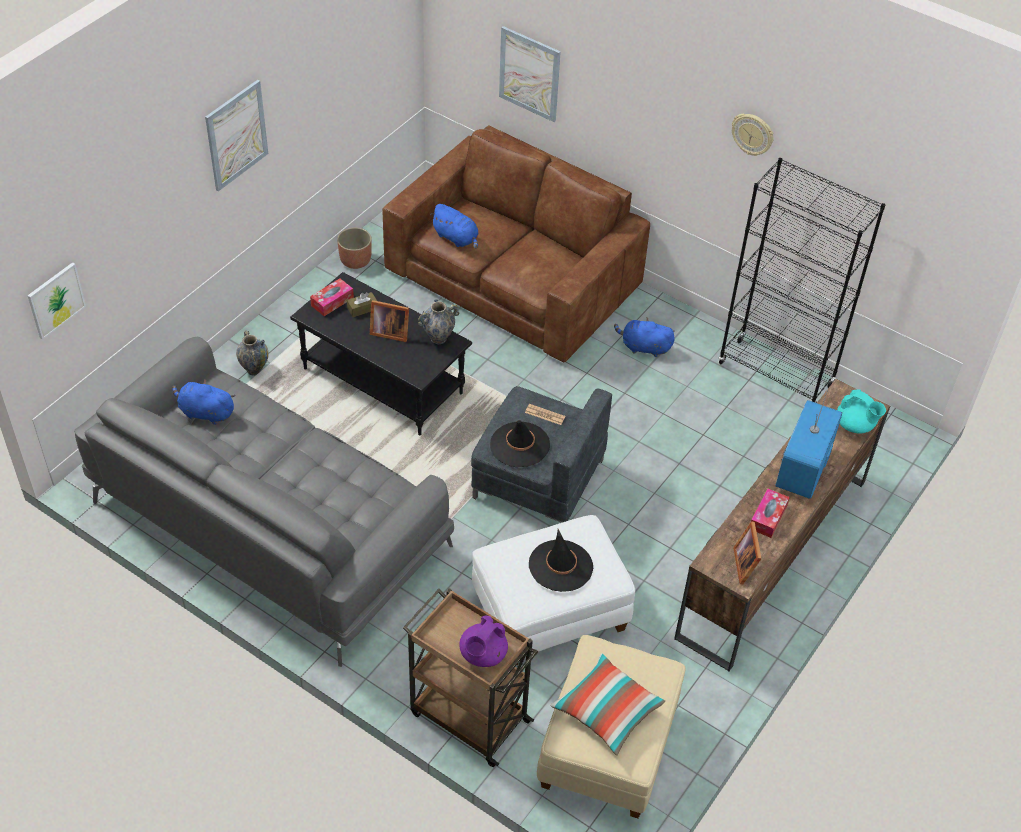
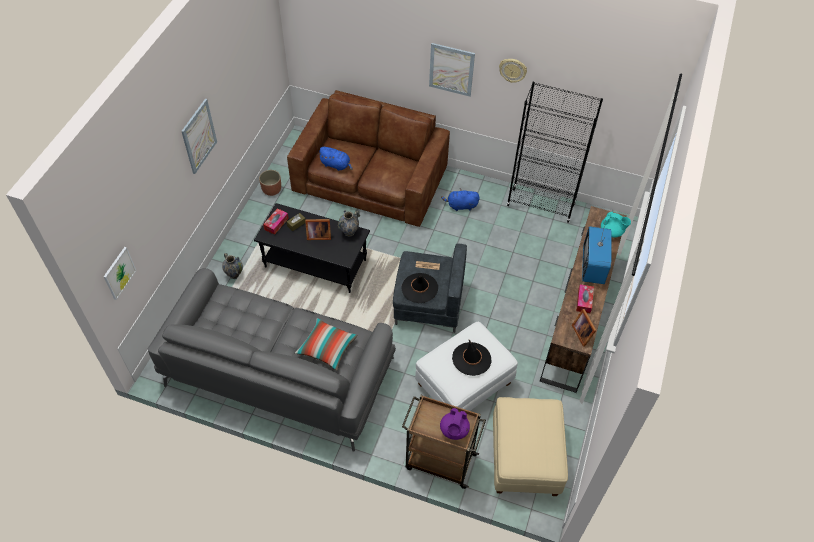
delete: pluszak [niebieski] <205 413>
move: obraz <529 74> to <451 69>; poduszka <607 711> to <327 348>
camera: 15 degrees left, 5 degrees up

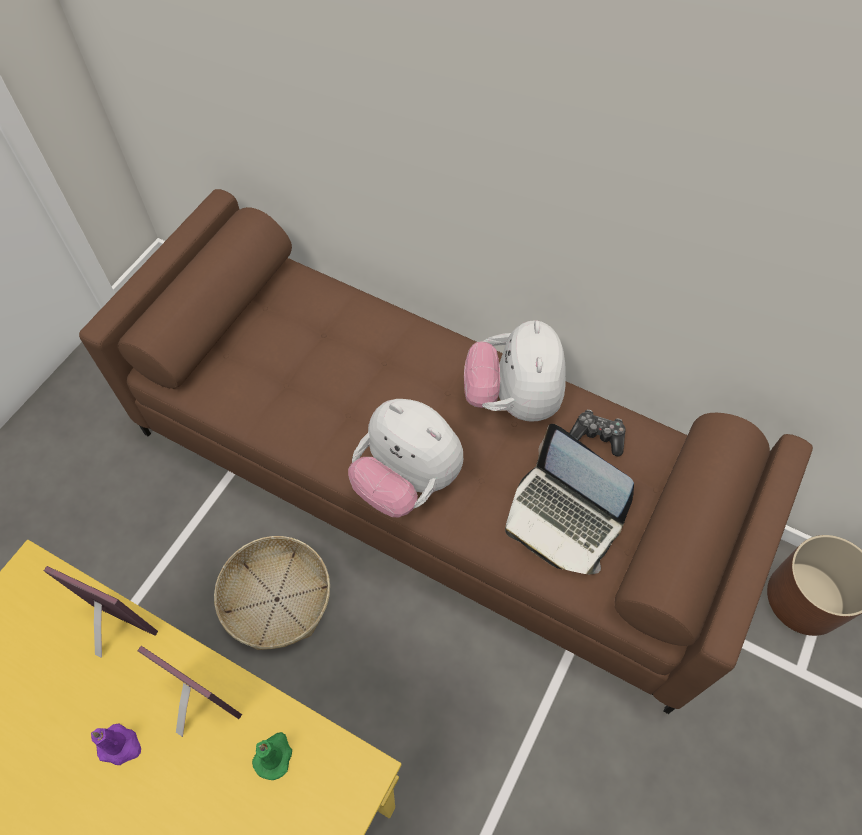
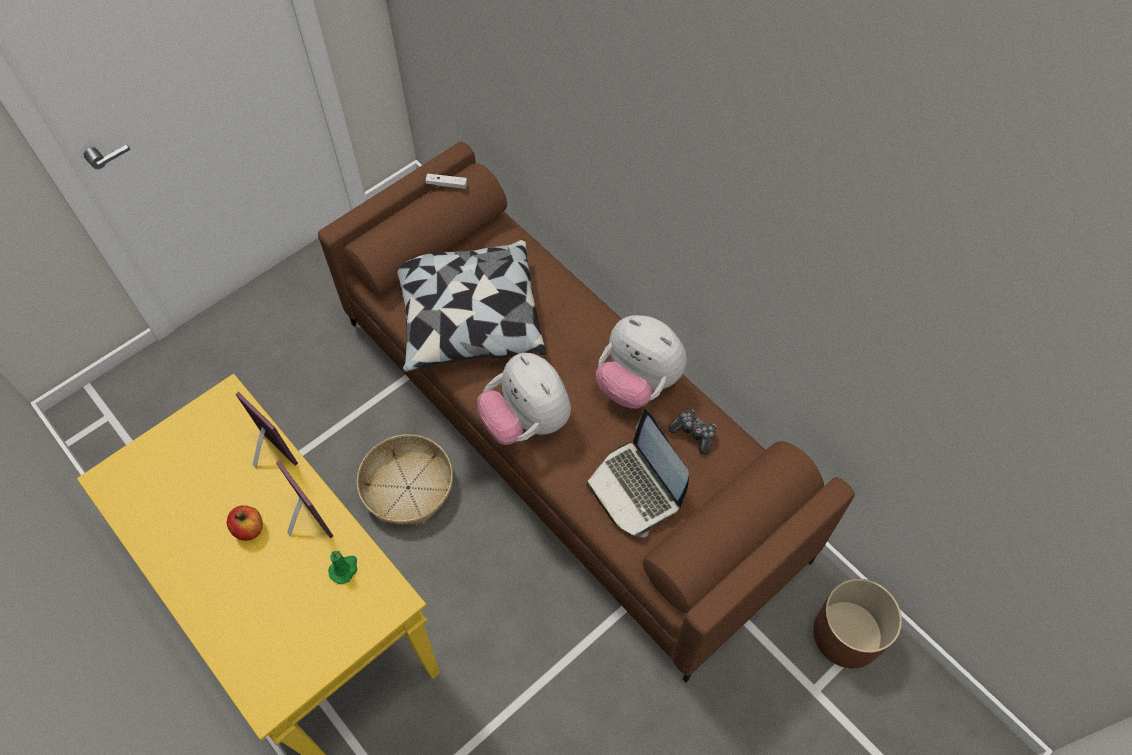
insert: poduszka <469 320>; pad do gier [biały] <446 184>
replace: świeca [fioletowy] <120 746> to jabłko <249 528>
rotate: pluszak <513 399> = <638 383> 75 degrees counterclockwise
camera: 20 degrees right, 0 degrees up

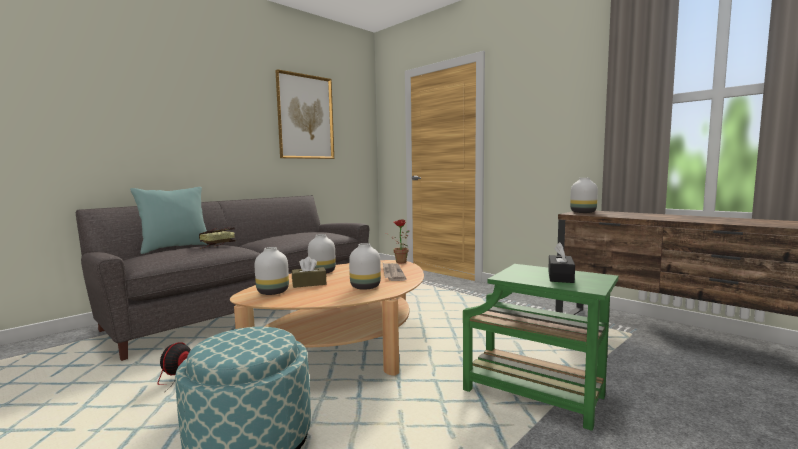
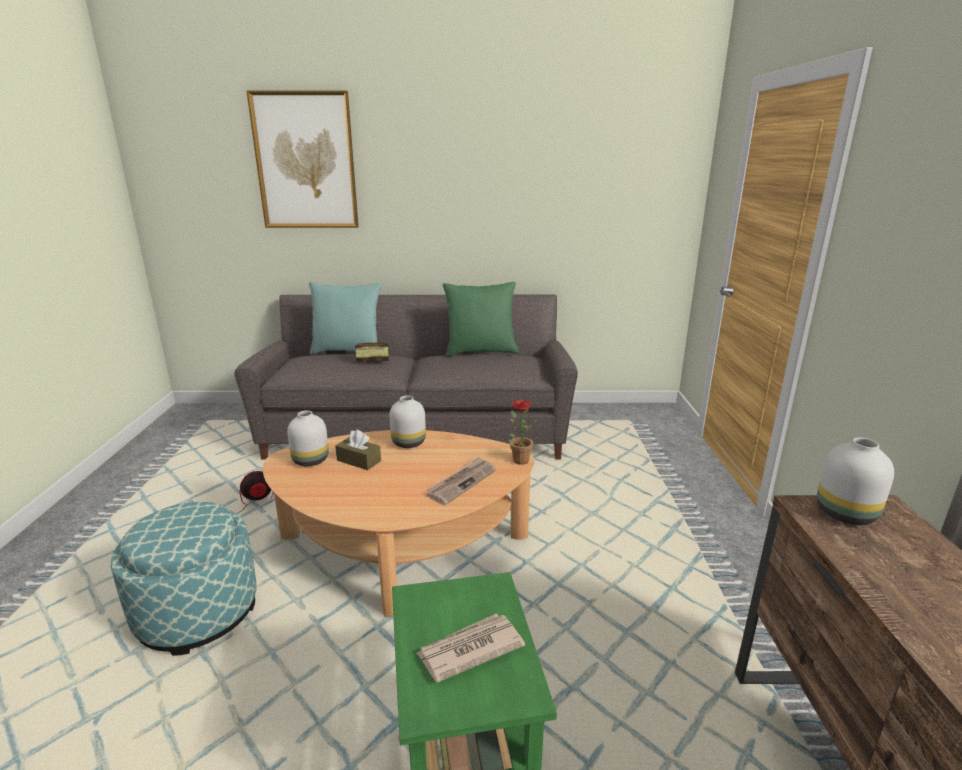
delete: wazon [biały] <365 287>
insert: poduszka [zielony] <481 352>
move: obraz <305 117> to <305 161>
replace: pudełko chusteczek [czarny] <560 277> to gazeta <469 649>
camera: 45 degrees right, 15 degrees up

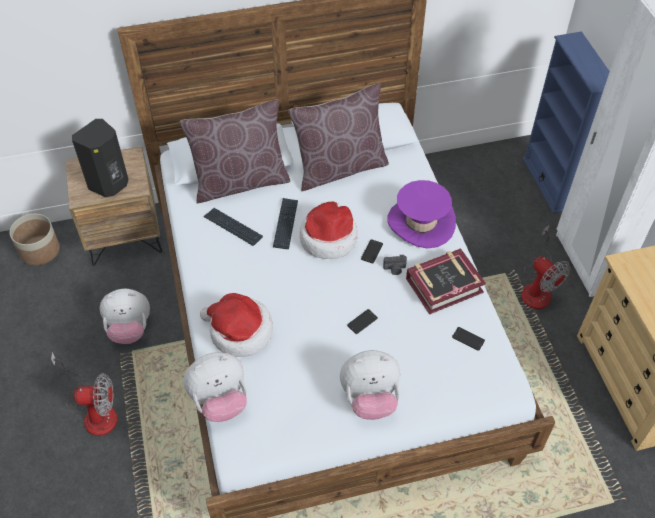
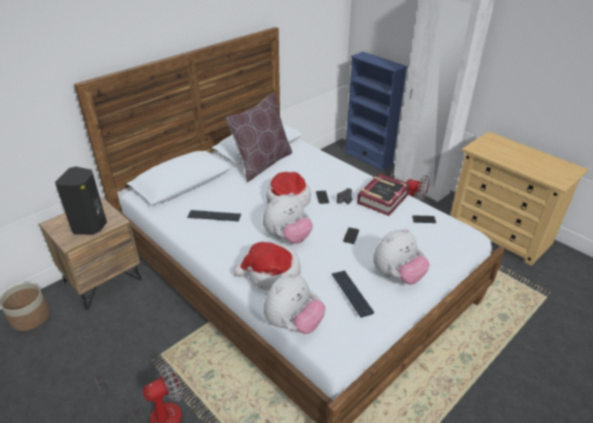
delete: poduszka [brązowy] <240 182>; kapelusz [fioletowy] <421 223>
move: pluszak <129 329> to <287 237>; klawiatura <285 224> to <351 293>
camera: 30 degrees left, 15 degrees down

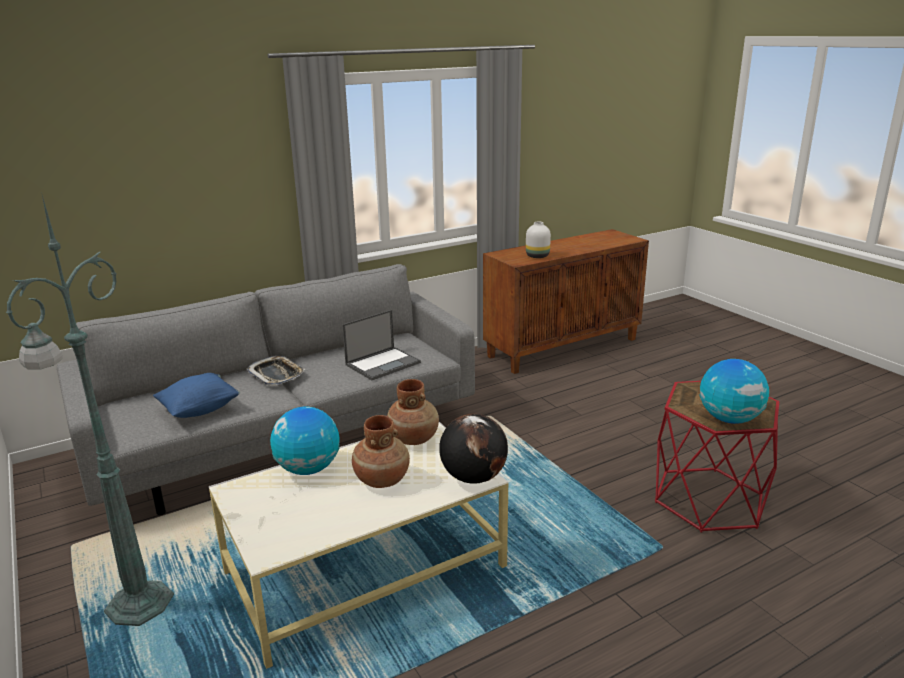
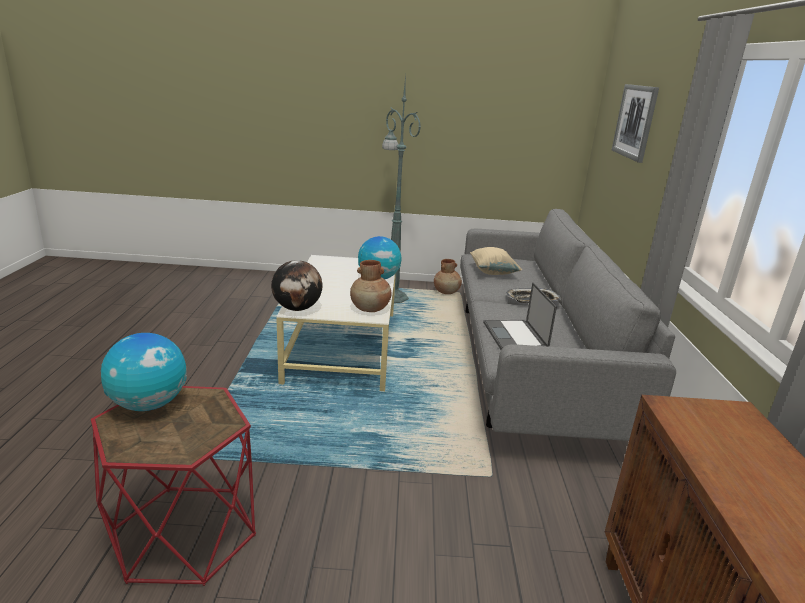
delete: wazon [biały] <538 256>
insert: obraz <635 121>
move: wazon [brązowy] <382 479> to <446 292>
recolor: poduszka [niebieski] <200 410> to poduszka [beżowy] <493 272>
camera: 120 degrees right, 0 degrees up

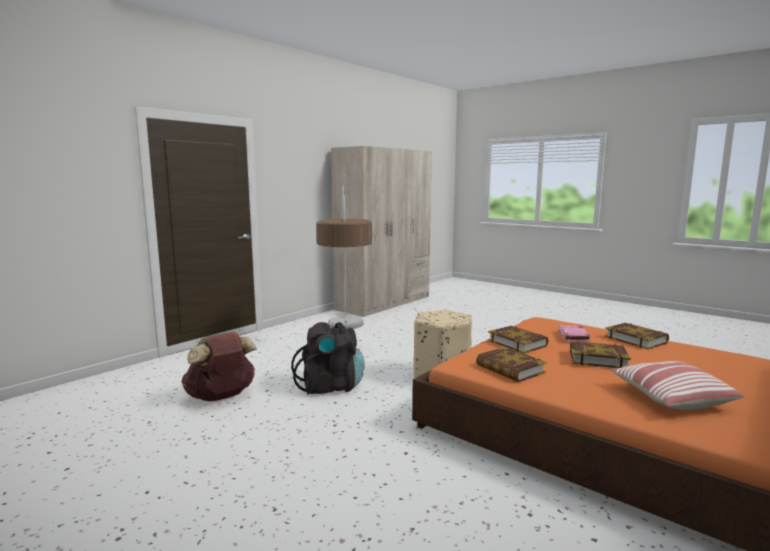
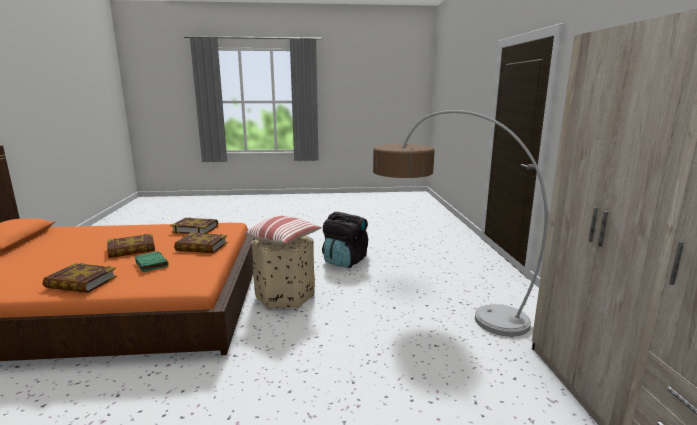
delete: plecak [brązowy] <221 397>
move: poduszka <670 398> to <284 240>
recolor: książka [różowy] <573 336> to książka [zielony] <151 264>
camera: 135 degrees right, 5 degrees up

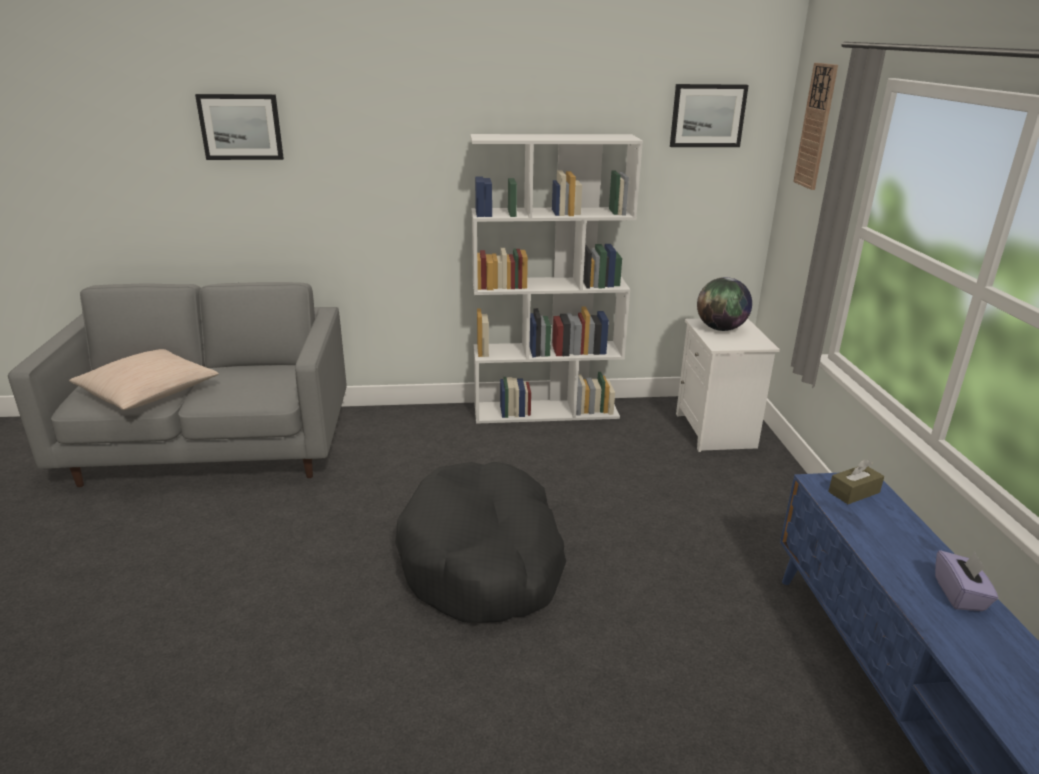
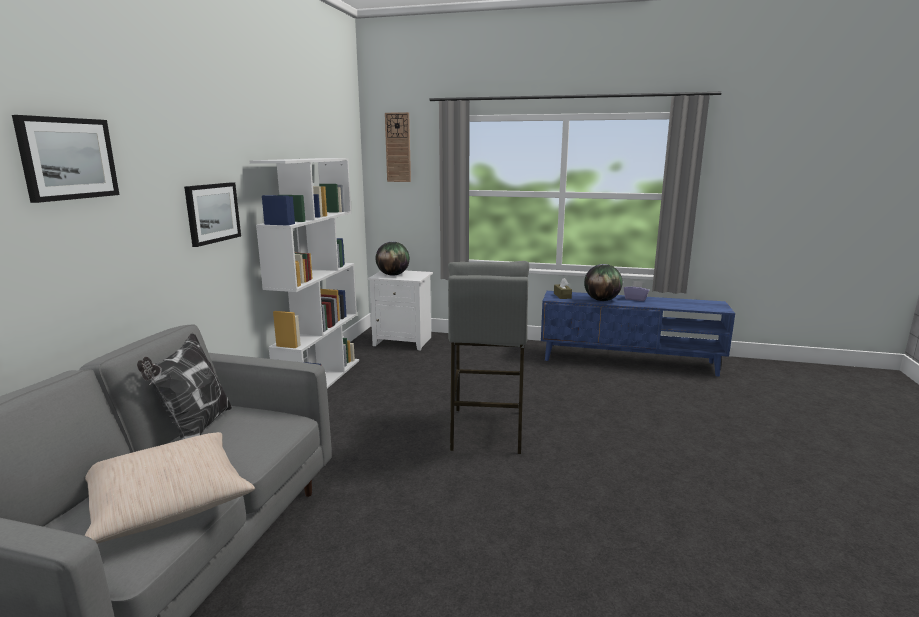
insert: poduszka <195 430>; globus <602 300>
move: obraz <707 115> to <212 213>
replace: legowisko [czarny] <483 560> to stołek [szary] <486 430>
camera: 70 degrees left, 10 degrees down

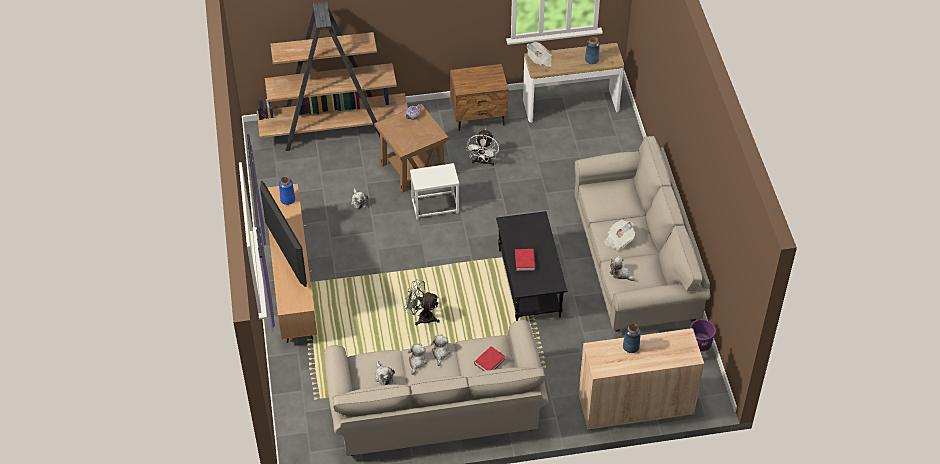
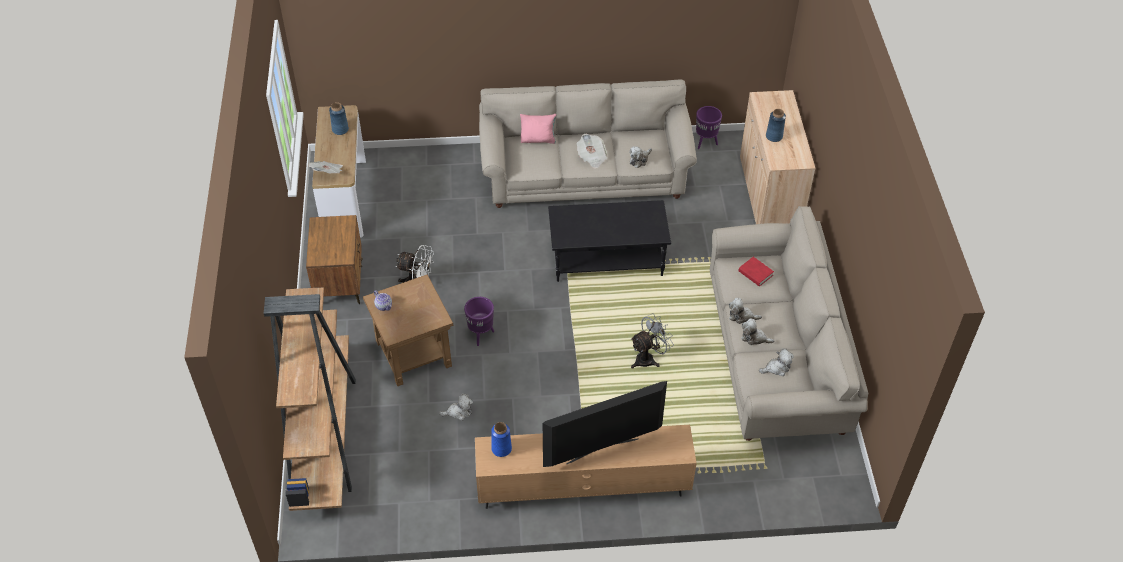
delete: książka [czerwony] <525 261>
insert: poduszka [różowy] <538 139>
replace: stolik [biały] <435 207> to donica [fioletowy] <481 335>
rotate: wentylator [szary] <422 317> = <648 358> 150 degrees counterclockwise
camera: 85 degrees left, 0 degrees up

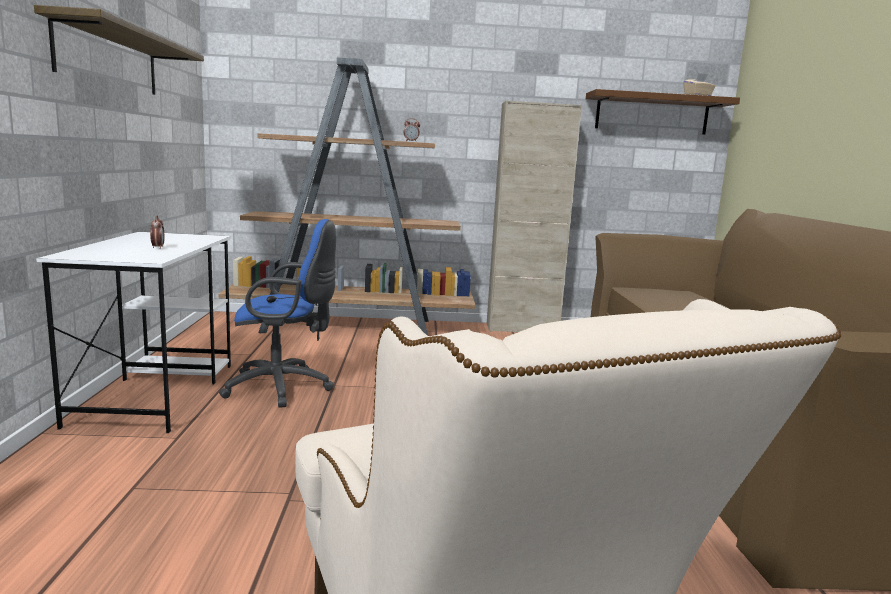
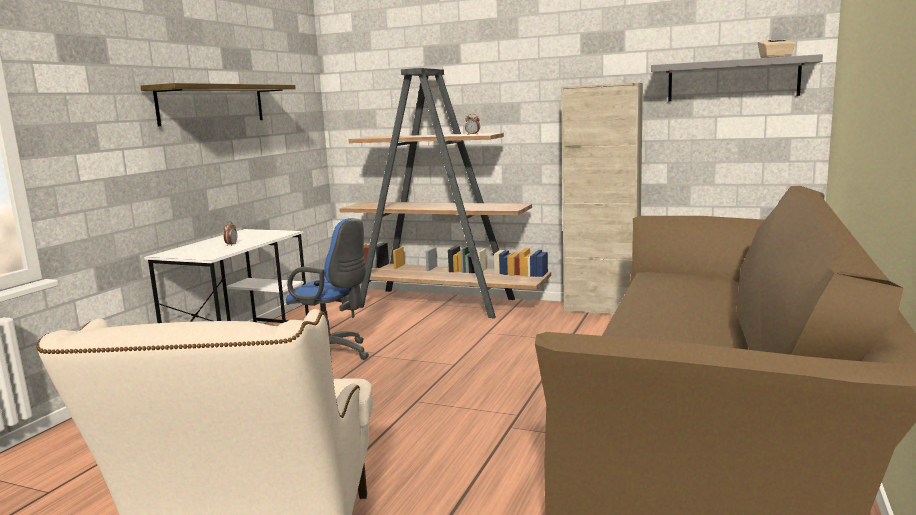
recolor: półka [brązowy] <652 114> to półka [szary] <732 80>
camera: 25 degrees right, 0 degrees up

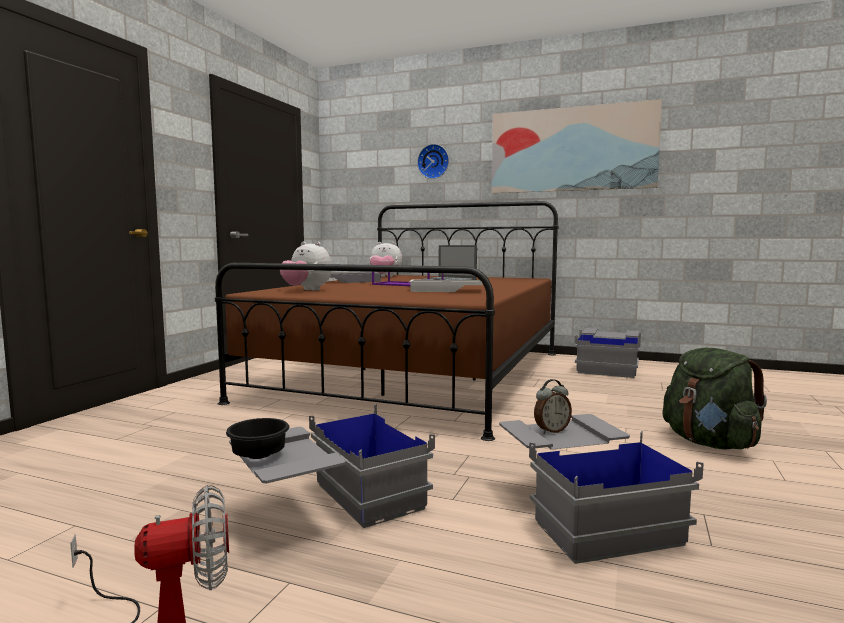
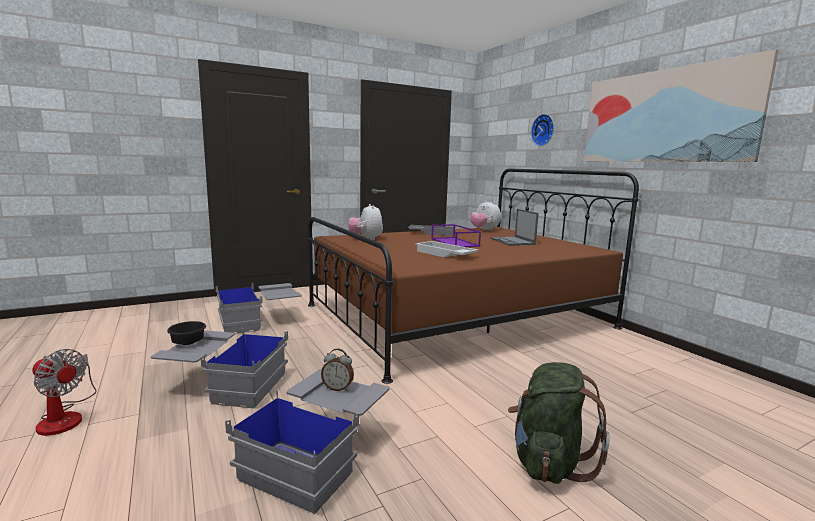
move: pojemnik do przechowywania [szary] <608 367> to <259 322>
camera: 40 degrees right, 5 degrees up

